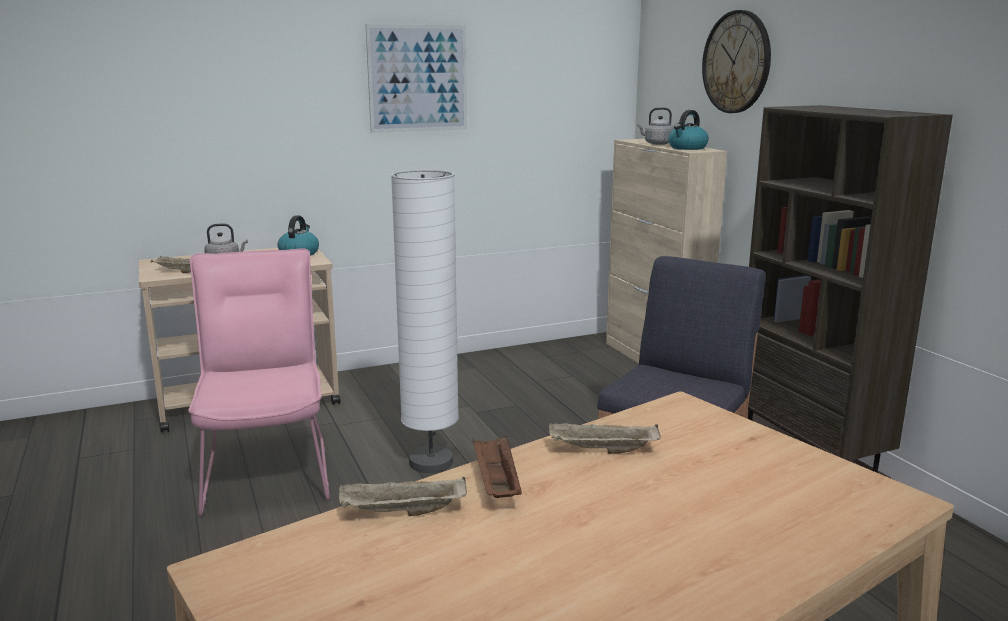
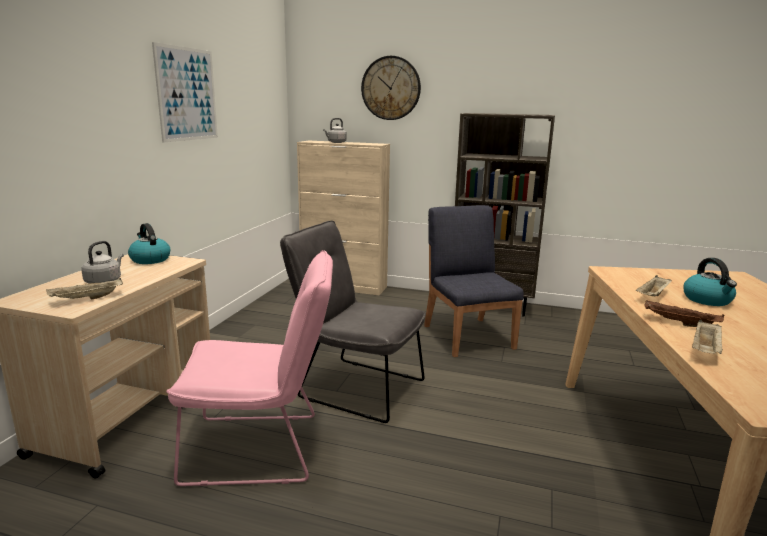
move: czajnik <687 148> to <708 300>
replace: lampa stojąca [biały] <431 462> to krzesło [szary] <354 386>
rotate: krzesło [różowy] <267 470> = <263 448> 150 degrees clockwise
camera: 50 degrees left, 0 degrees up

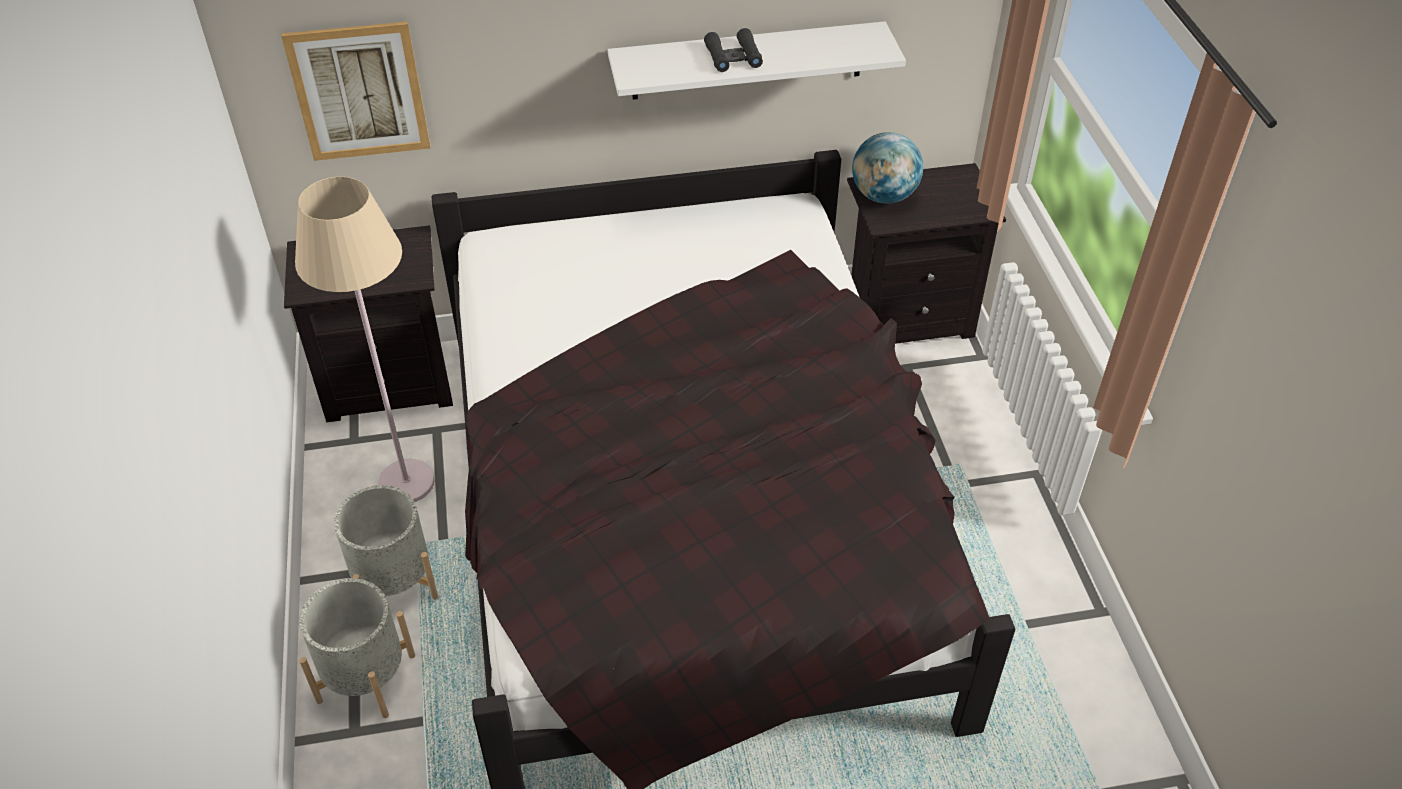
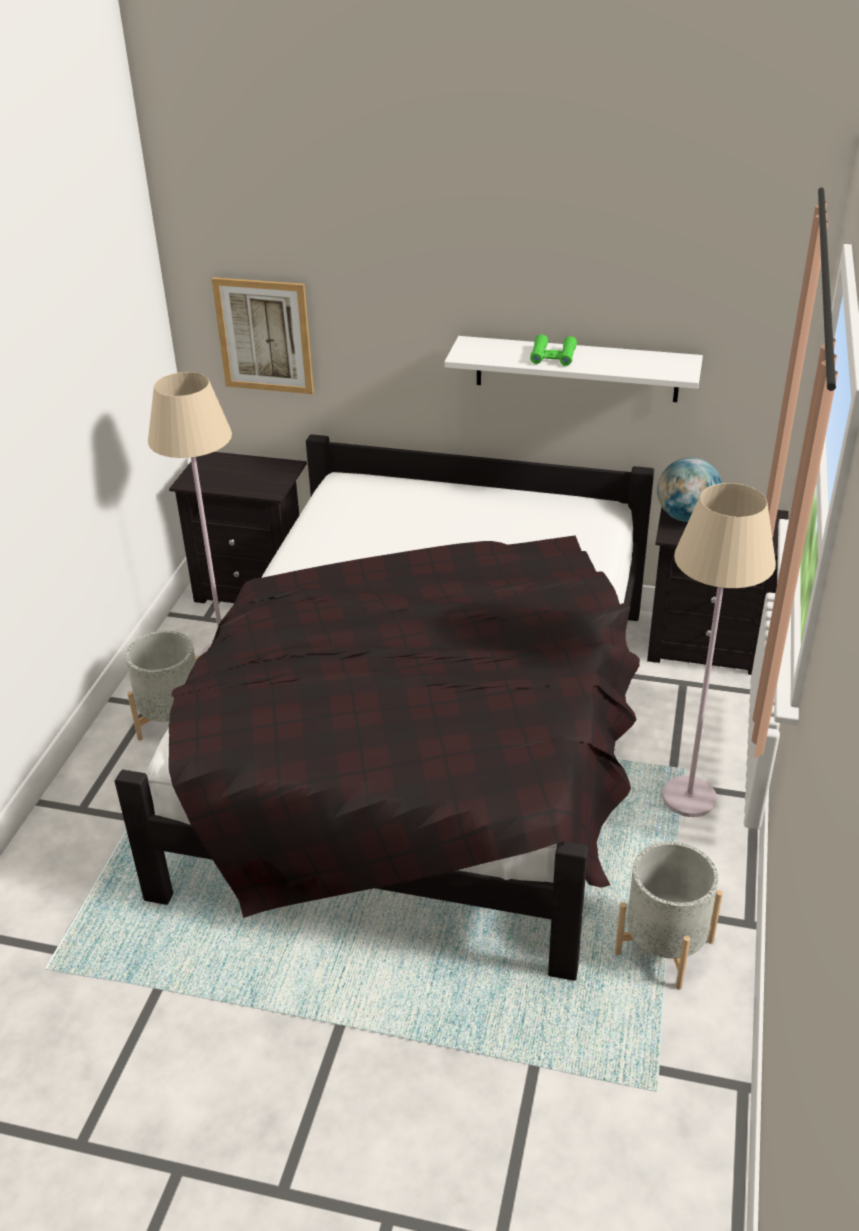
insert: lampa stojąca [beżowy] <689 797>
move: donica [szary] <366 678> to <664 947>
recolor: lornetka [czarny] <733 57> to lornetka [zielony] <553 356>
camera: 25 degrees right, 10 degrees down

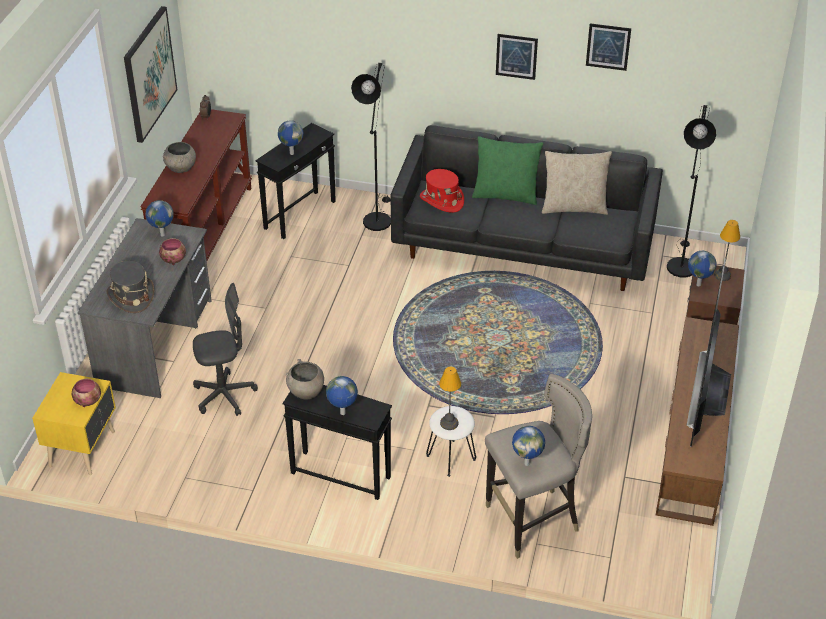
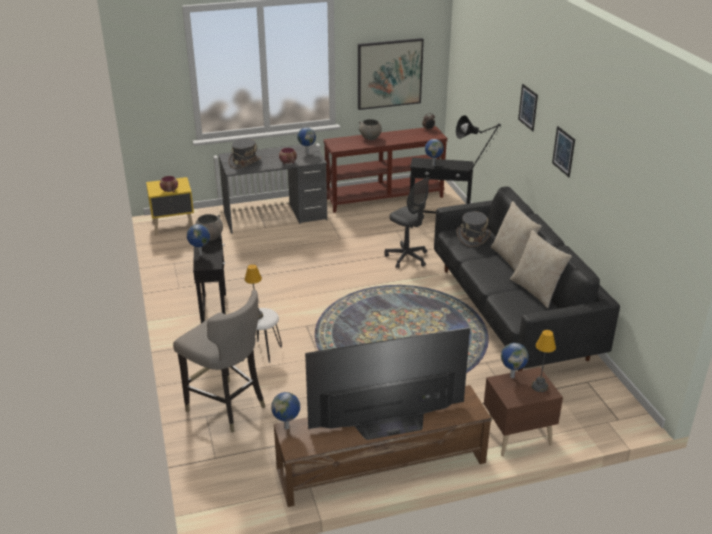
delete: lampa stojąca [czarny] <680 264>
move: krzesło biurowe [szary] <224 395> to <407 258>; globus <527 463> to <287 427>; obraz <608 46> to <528 107>
recolor: kapelusz [czerwony] <441 200> to kapelusz [szary] <473 237>; poduszka [zielony] <505 195> to poduszka [beżowy] <512 259>
camera: 60 degrees right, 10 degrees down

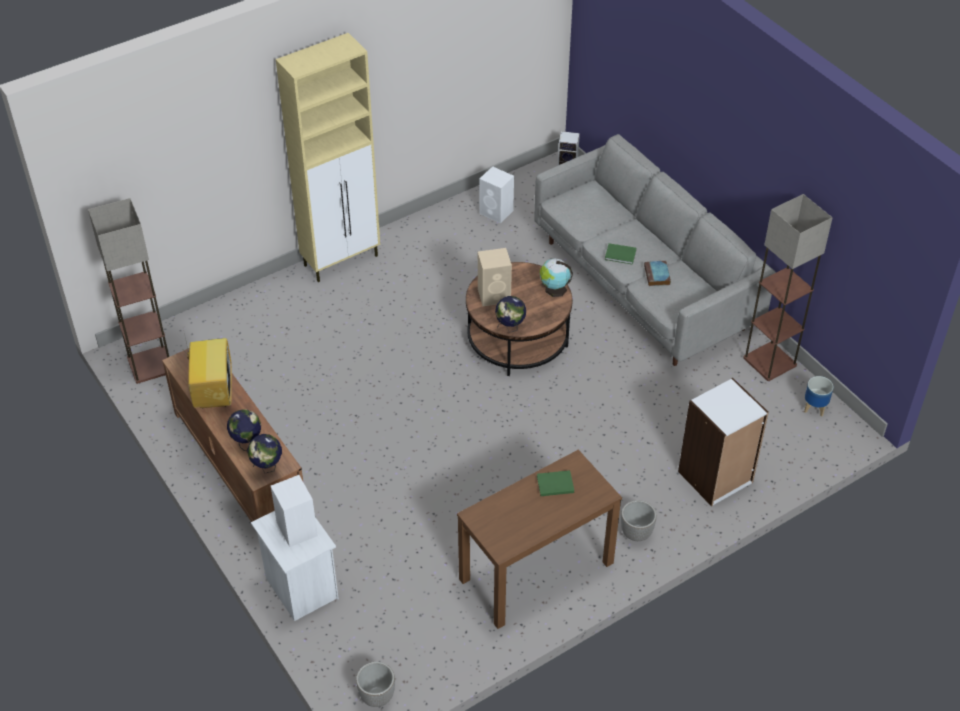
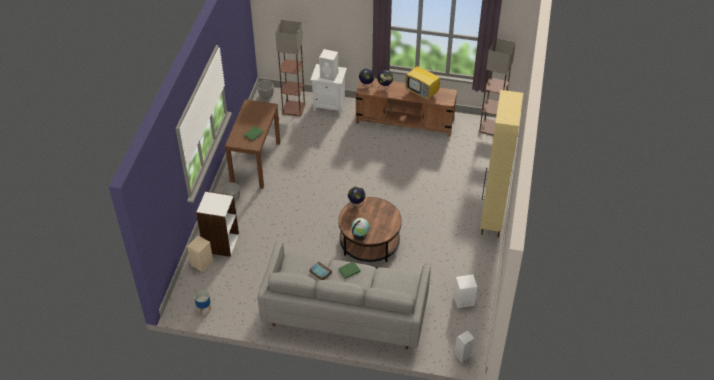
move: głośnik [beżowy] <495 295> to <201 263>; lampa stojąca <770 362> to <293 109>
camera: 135 degrees right, 0 degrees up

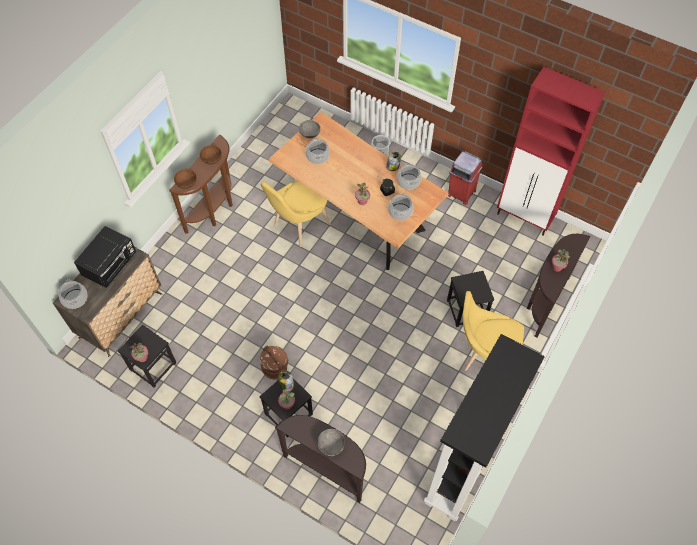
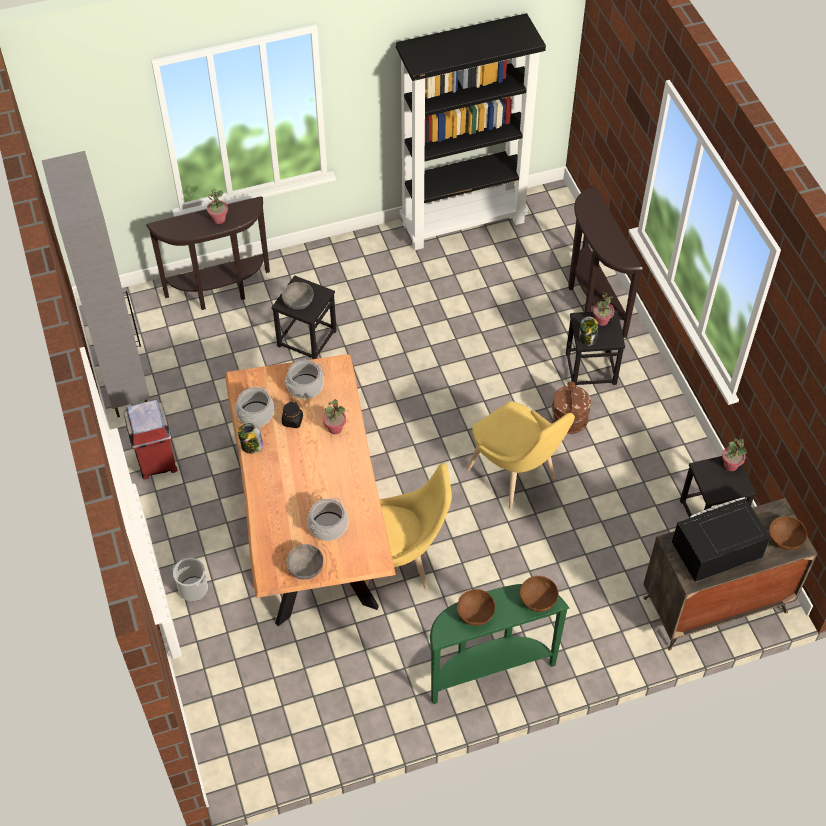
move: miska [szary] <331 445> to <298 302>; krzesło [żółty] <484 355> to <516 477>
replace: garnek <75 298> to miska [brązowy] <784 539>
recolor: stolik konsolowy [brązowy] <215 210> to stolik konsolowy [zielony] <488 669>; szafka [czerwony] <525 217> to szafka [szary] <125 382>
camera: 140 degrees left, 5 degrees down

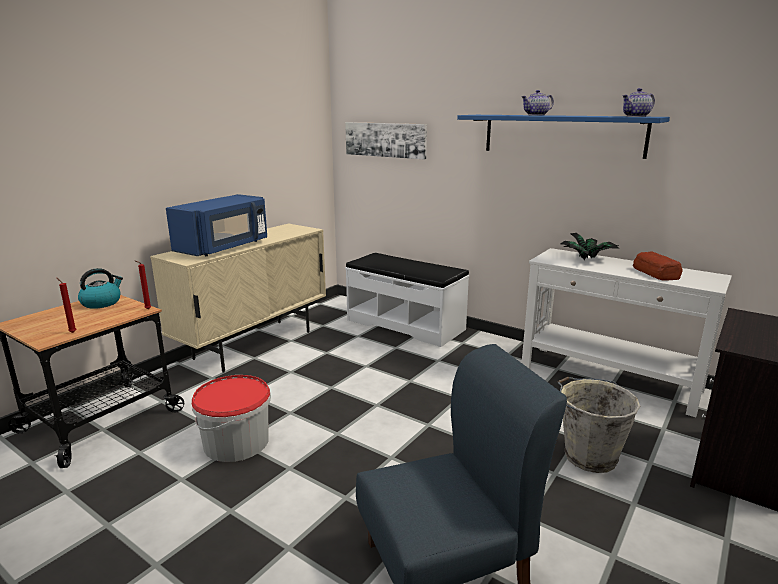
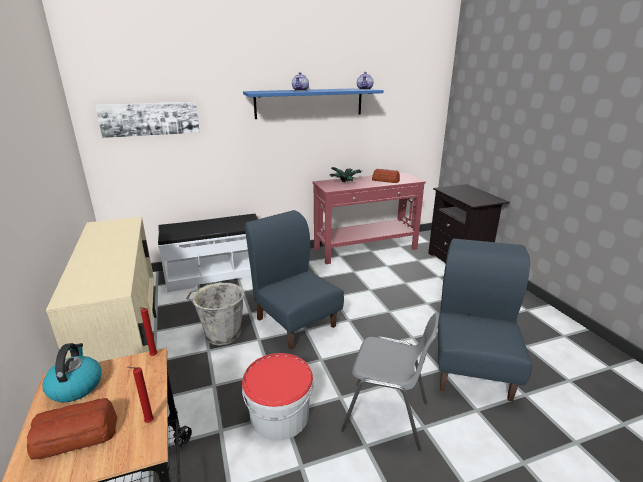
delete: mikrofalówka [niebieski] <224 247>
insert: chleb <74 435>; krzesło [niebieski] <295 322>; krzesło [szary] <386 416>
move: wiadro [szary] <588 456> to <221 334>
recolor: stolik konsolowy [biały] <609 379> to stolik konsolowy [czerwony] <366 249>
camera: 55 degrees left, 5 degrees up

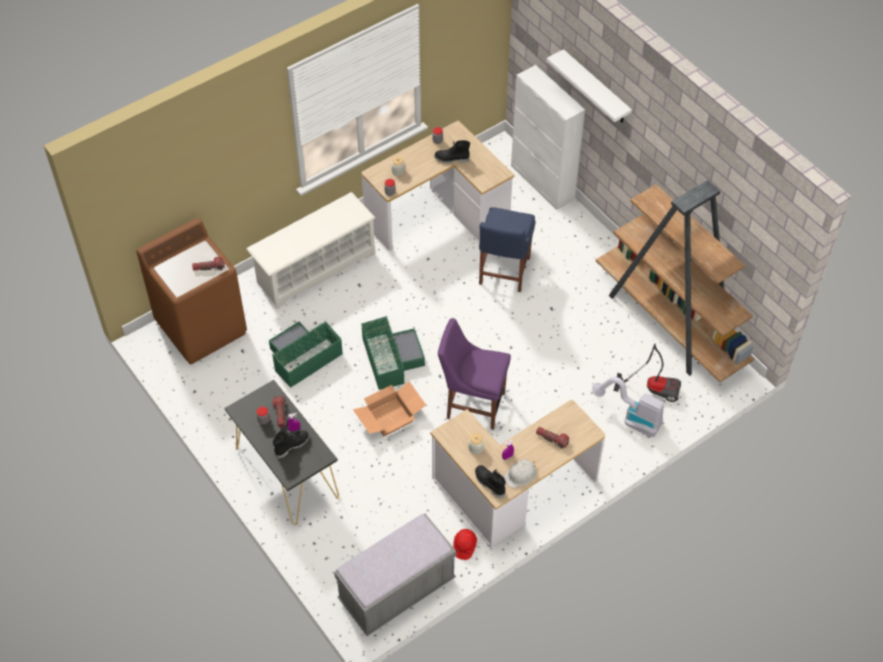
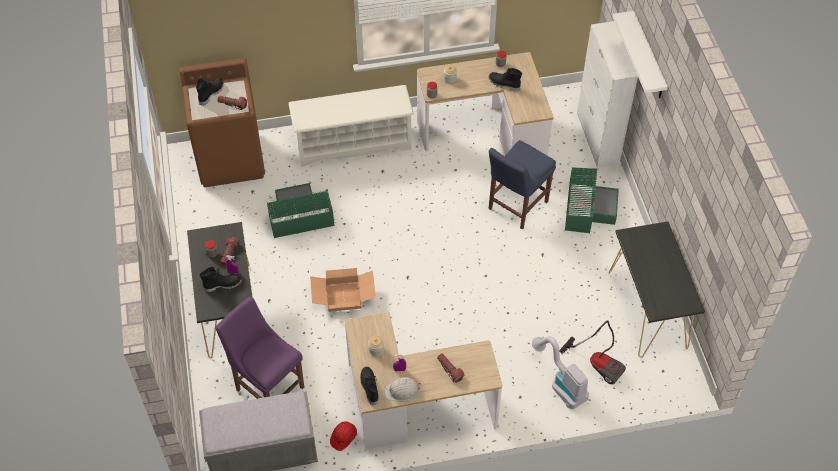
insert: but z cholewką [czarny] <210 93>
move: pojemnik do przechowywania [zielony] <390 358> to <587 207>; krzesło [fioletowy] <472 404> to <268 386>
replace: regał [brązowy] <670 323> to stolik konsolowy [czarny] <647 310>
camera: 25 degrees right, 0 degrees up

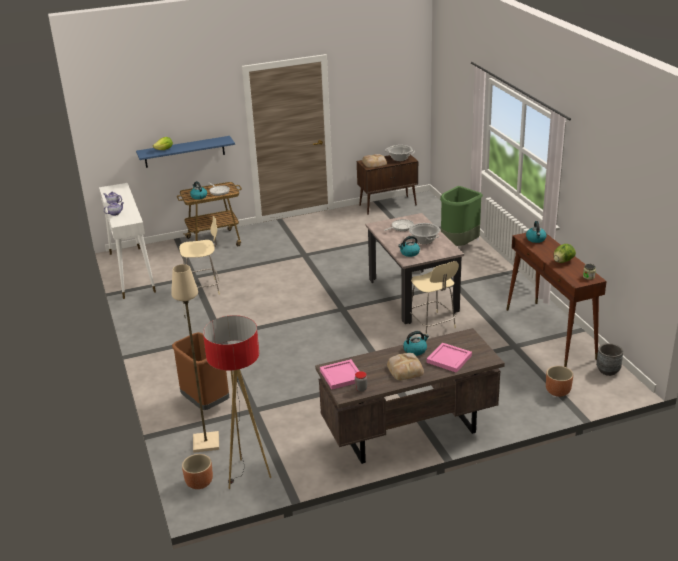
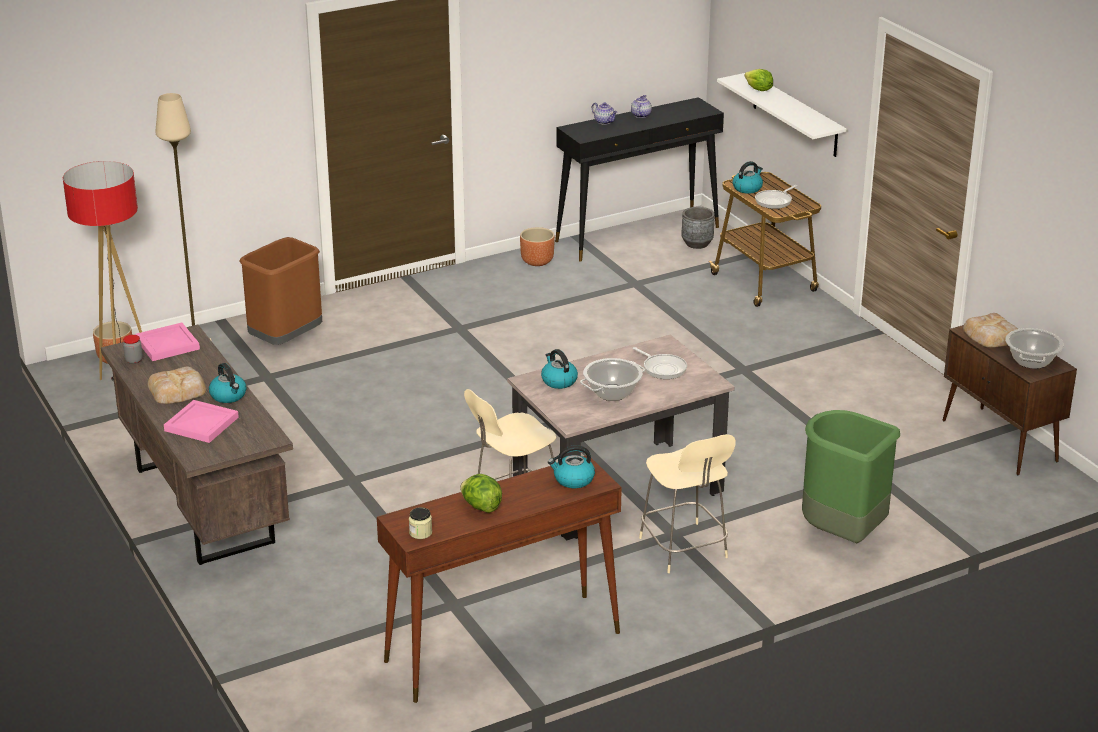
move: krzesło [beżowy] <203 289> to <684 549>; donica [brązowy] <558 392> to <537 262>; donica [szary] <608 370> to <697 244>
recolor: stolik konsolowy [biały] <131 272> to stolik konsolowy [czarny] <638 234>; półka [niebieski] <184 152> to półka [biały] <795 115>
camera: 80 degrees right, 0 degrees up

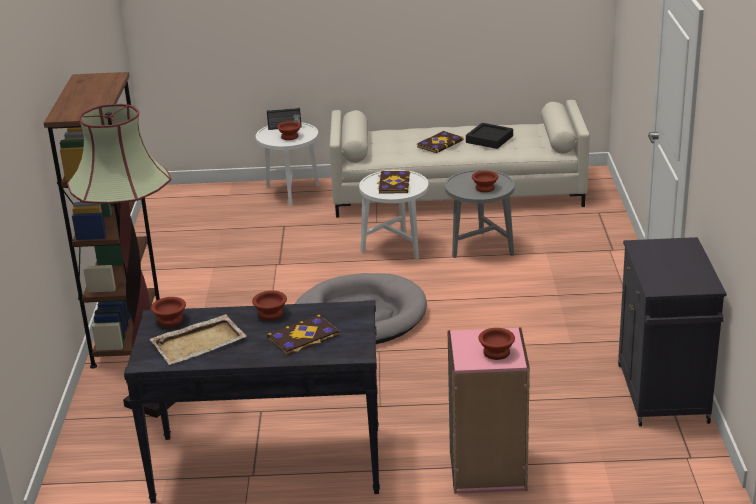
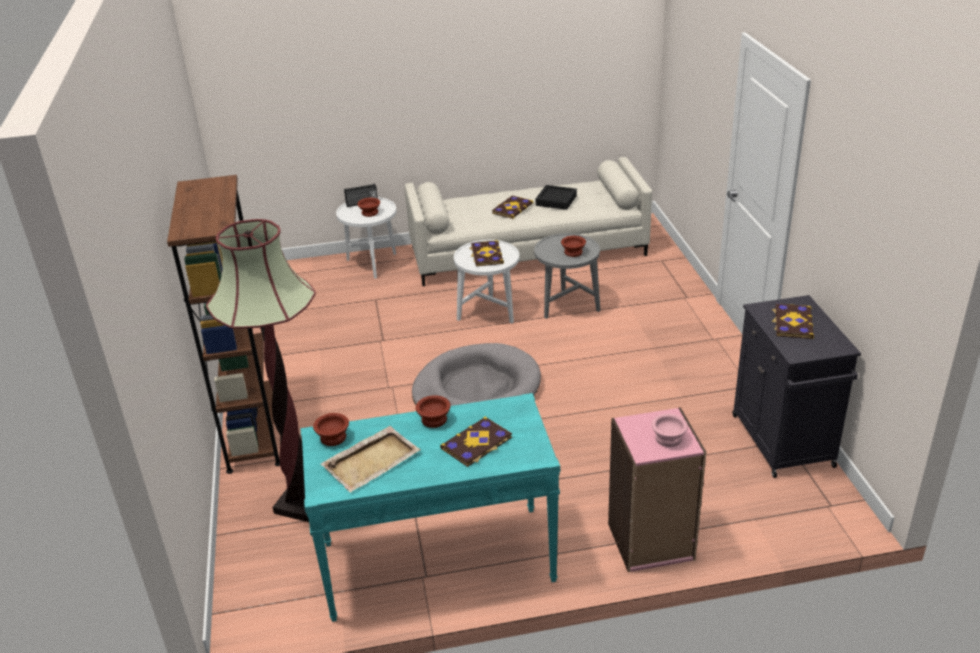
insert: książka <792 322>
recolor: stolik konsolowy [czarny] <267 465> to stolik konsolowy [turkusowy] <437 562>; miska [brązowy] <497 352> to miska [różowy] <669 438>
camera: 10 degrees left, 5 degrees up

